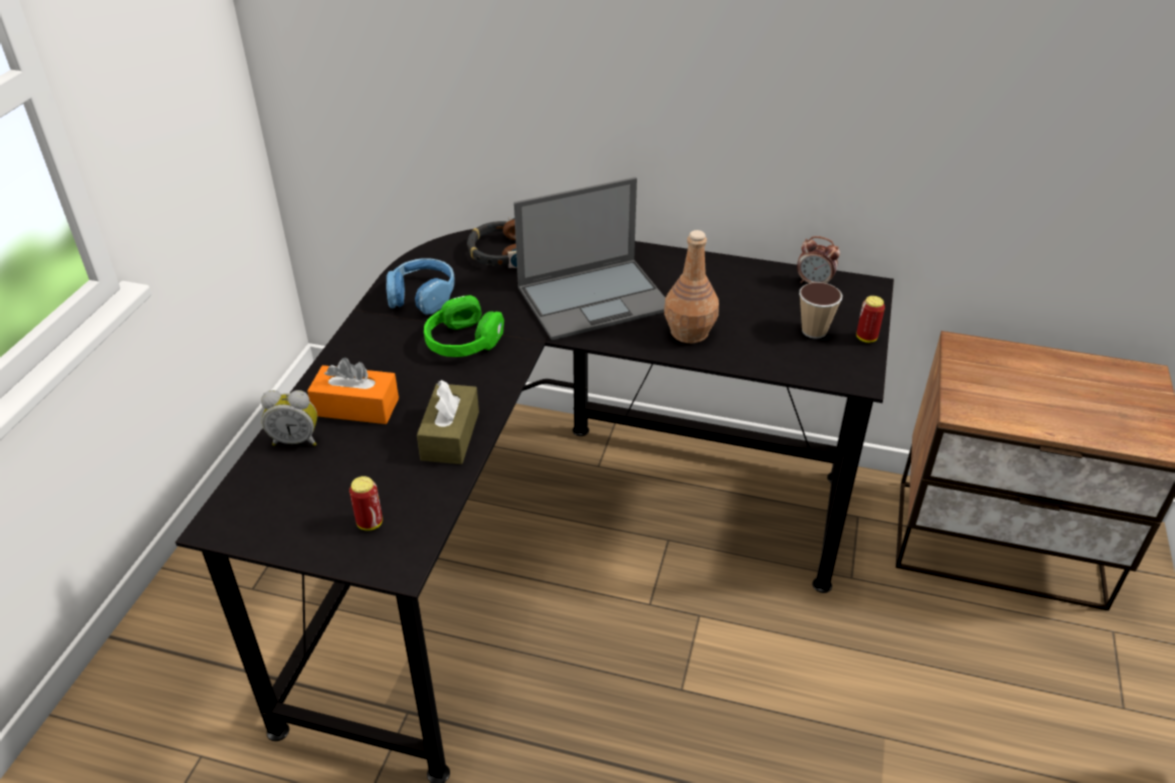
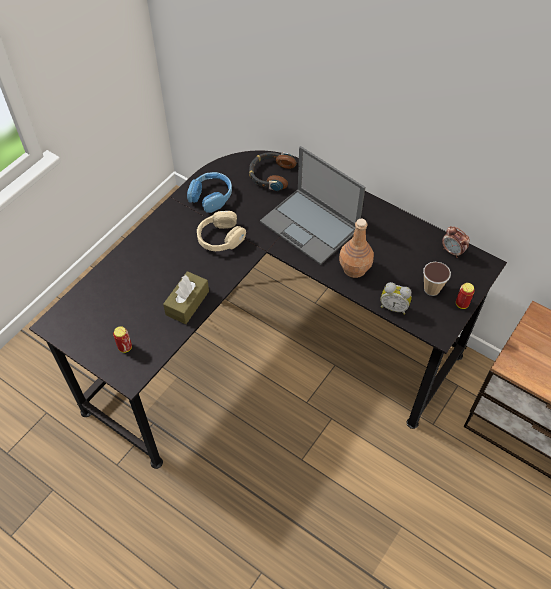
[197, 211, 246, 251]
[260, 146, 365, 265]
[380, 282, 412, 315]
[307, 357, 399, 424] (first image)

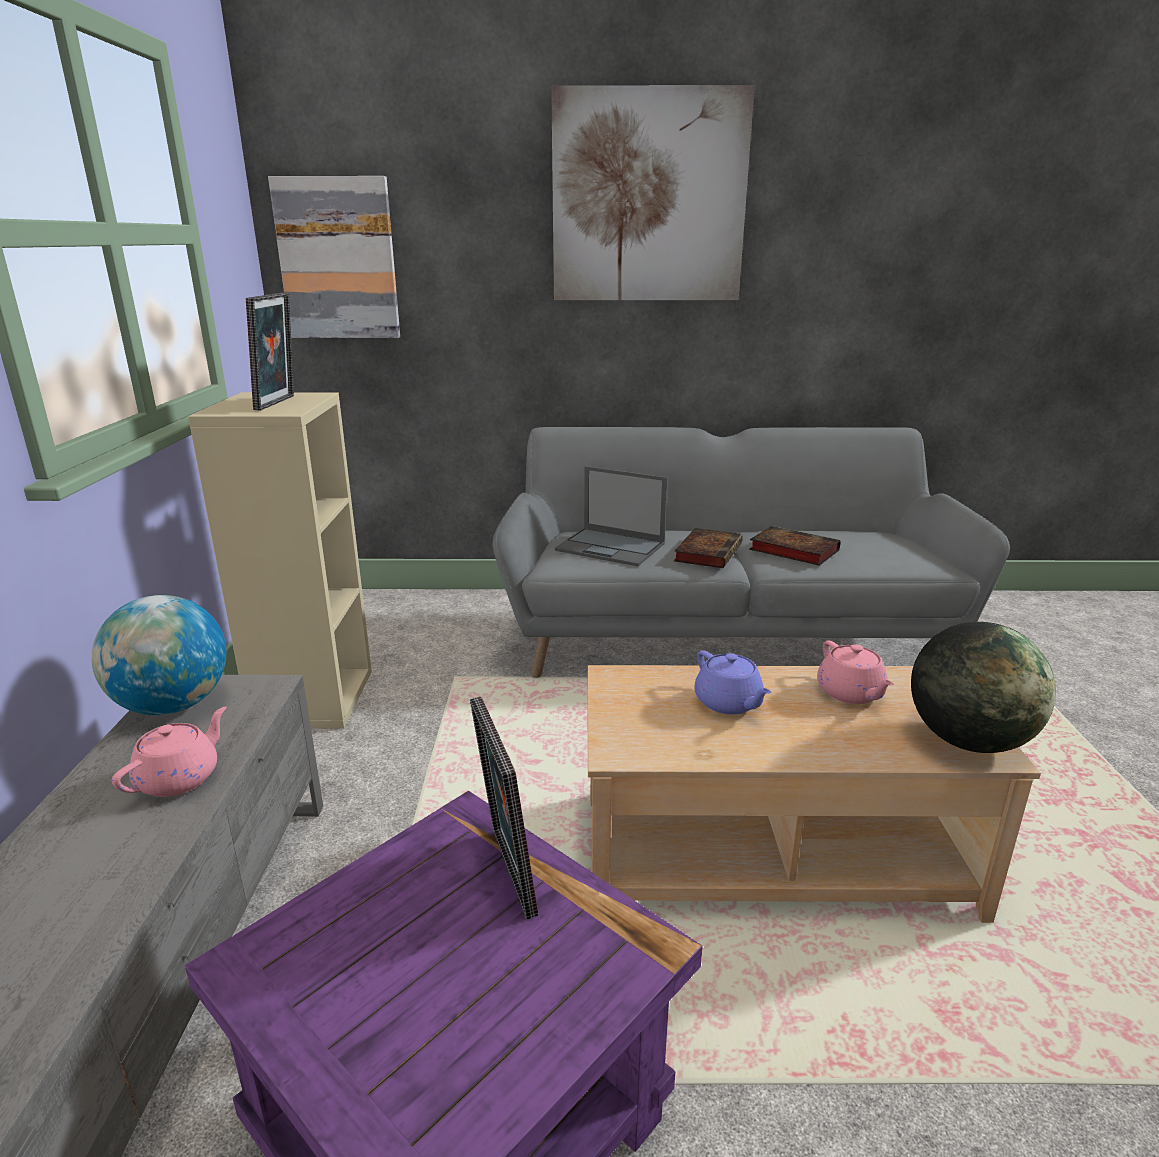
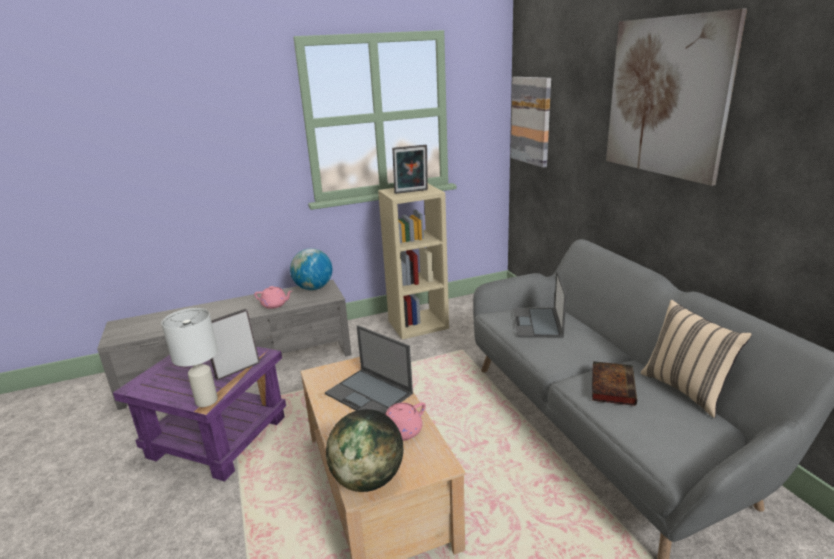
[161, 308, 218, 407]
[325, 325, 413, 414]
[641, 300, 752, 418]
[674, 528, 743, 568] (first image)

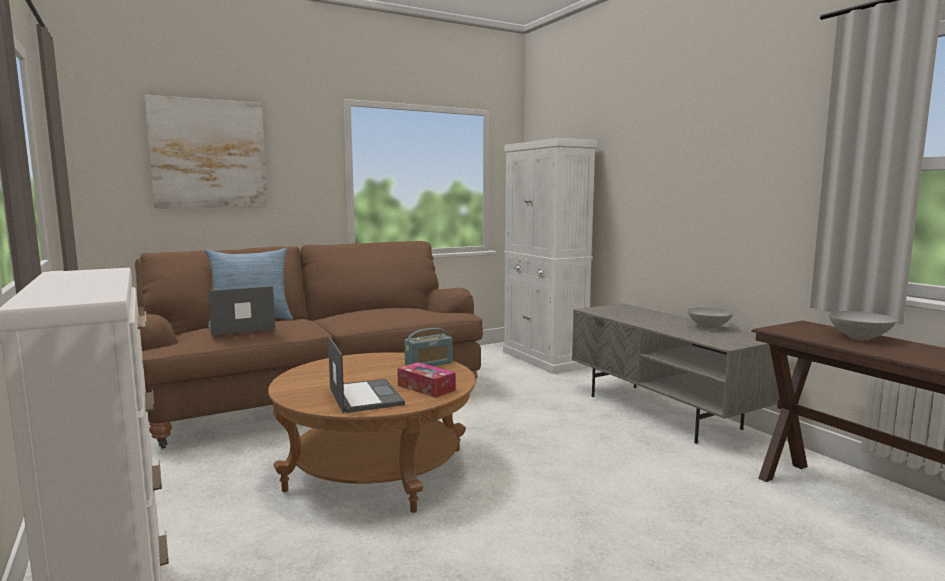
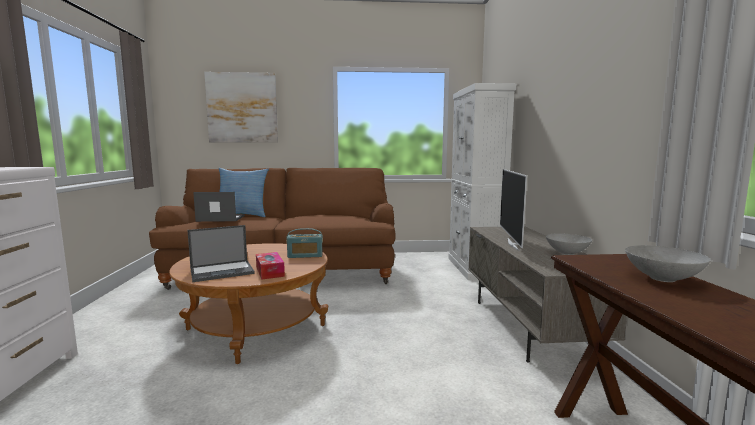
[187, 225, 255, 282]
[500, 169, 527, 251]

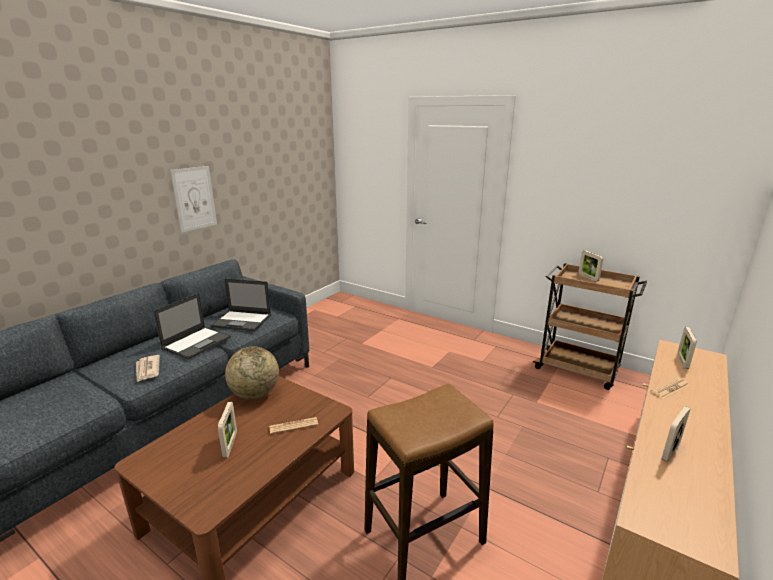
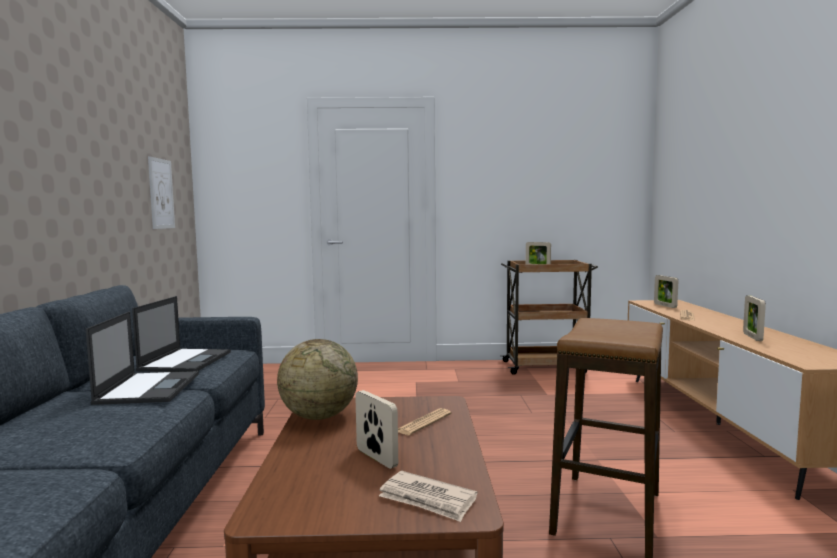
[132, 296, 231, 372]
[148, 156, 175, 229]
[379, 471, 477, 522]

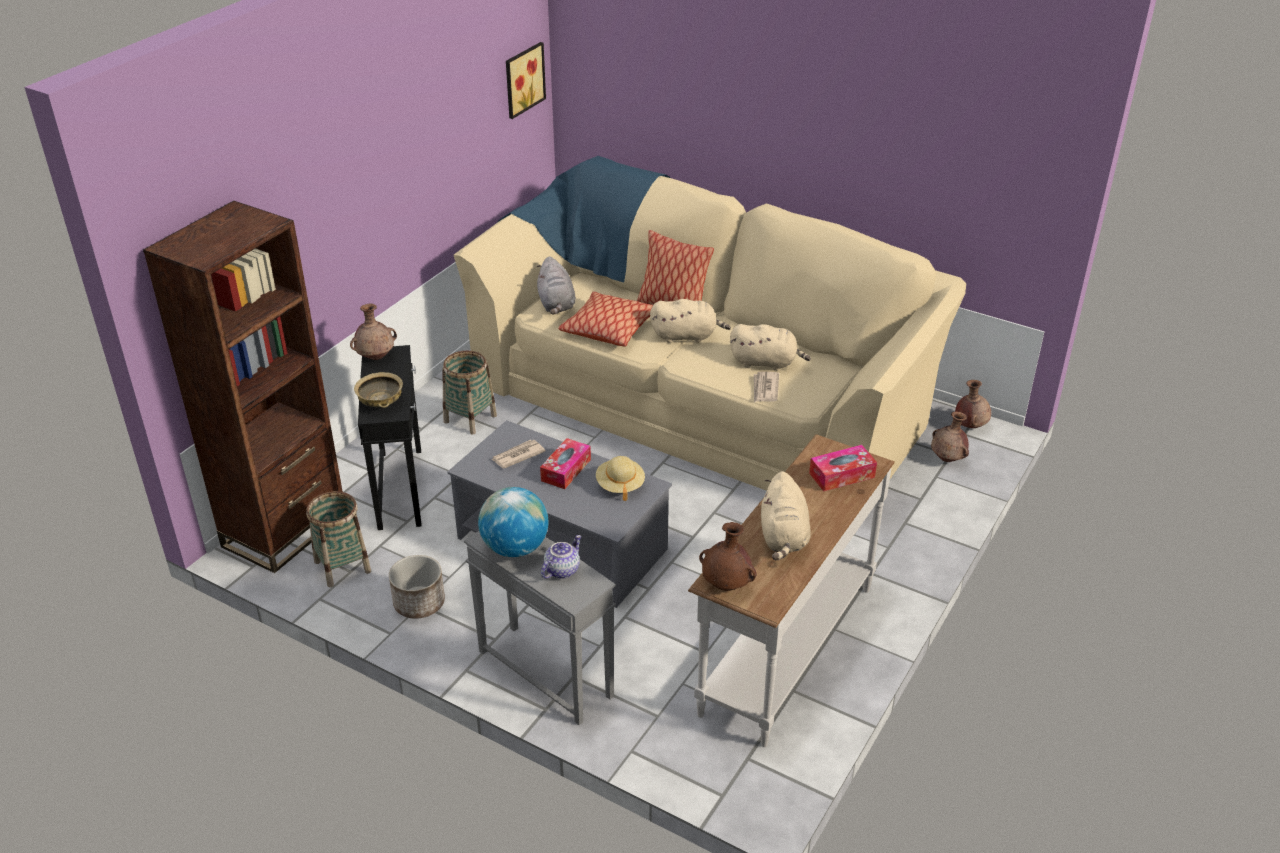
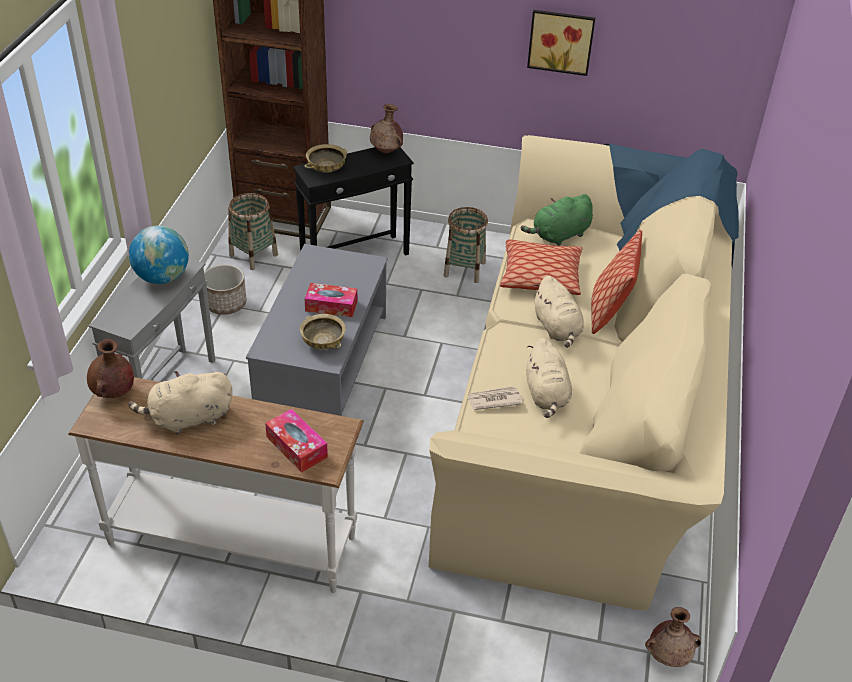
[300, 314, 346, 349]
[521, 194, 593, 246]
[527, 10, 595, 76]
[491, 440, 546, 469] (first image)
[541, 535, 581, 578] (first image)
[931, 411, 969, 462] (first image)

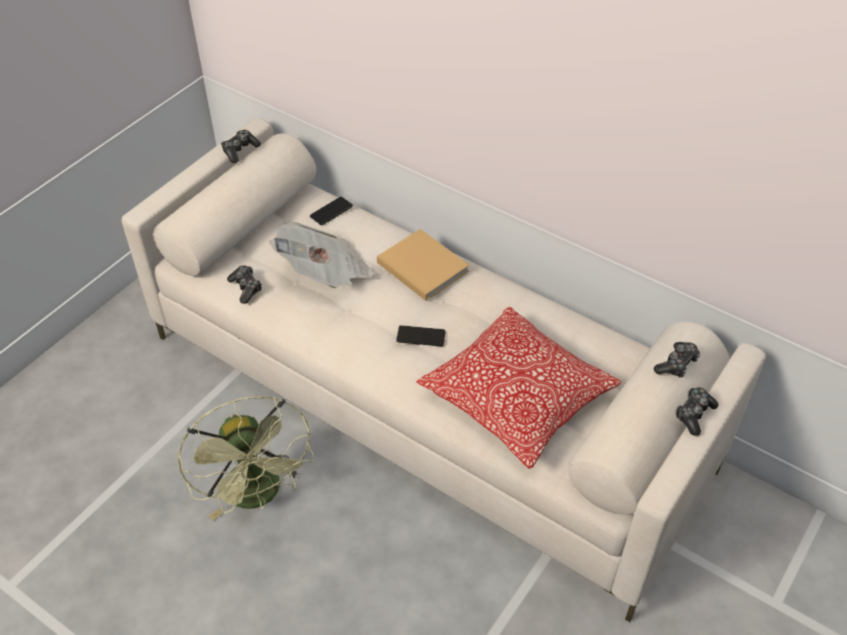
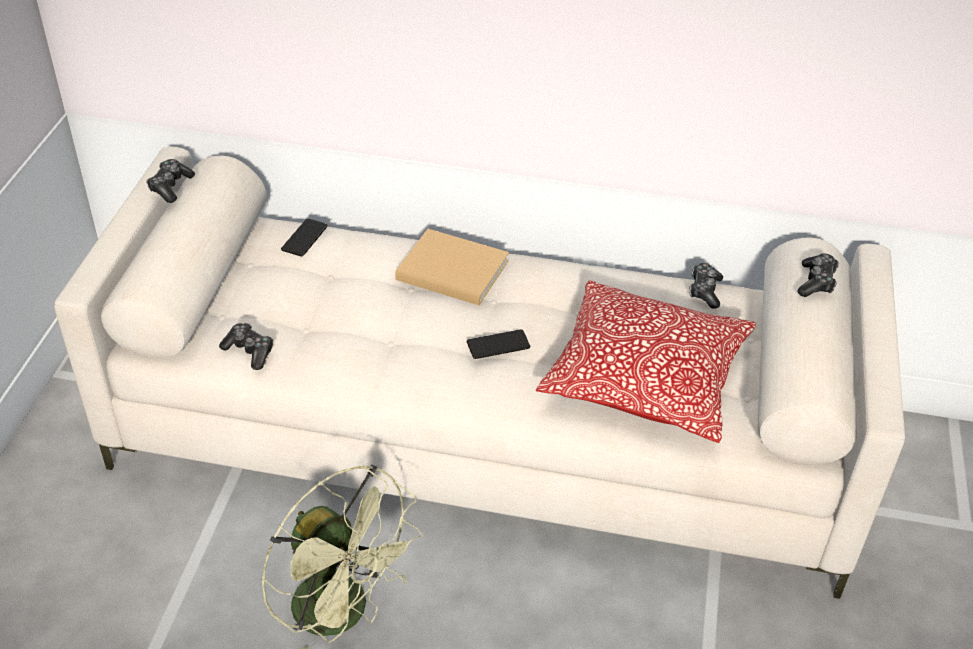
[689, 263, 723, 309]
[269, 222, 375, 288] (first image)

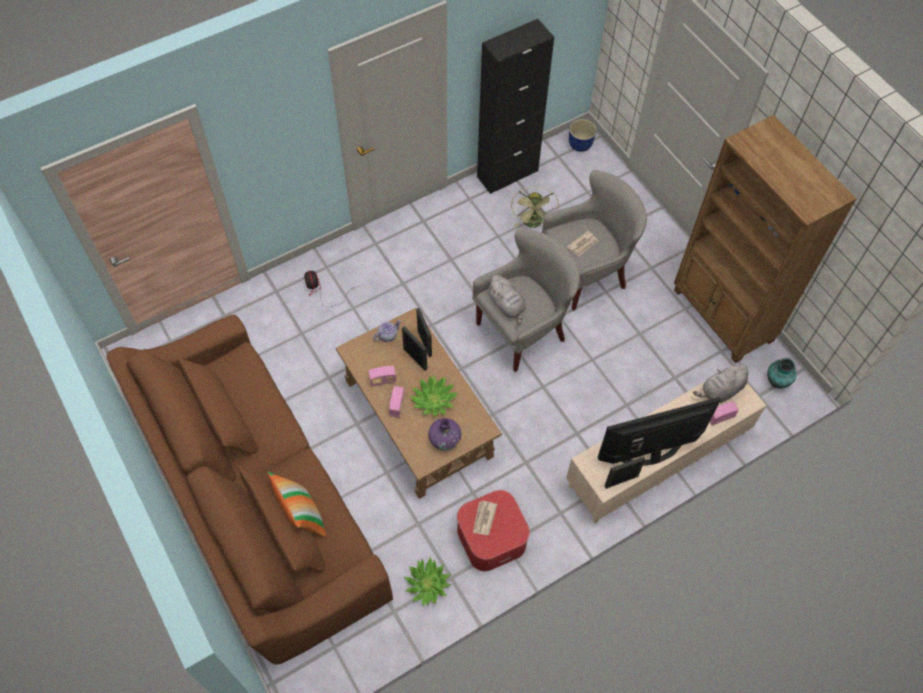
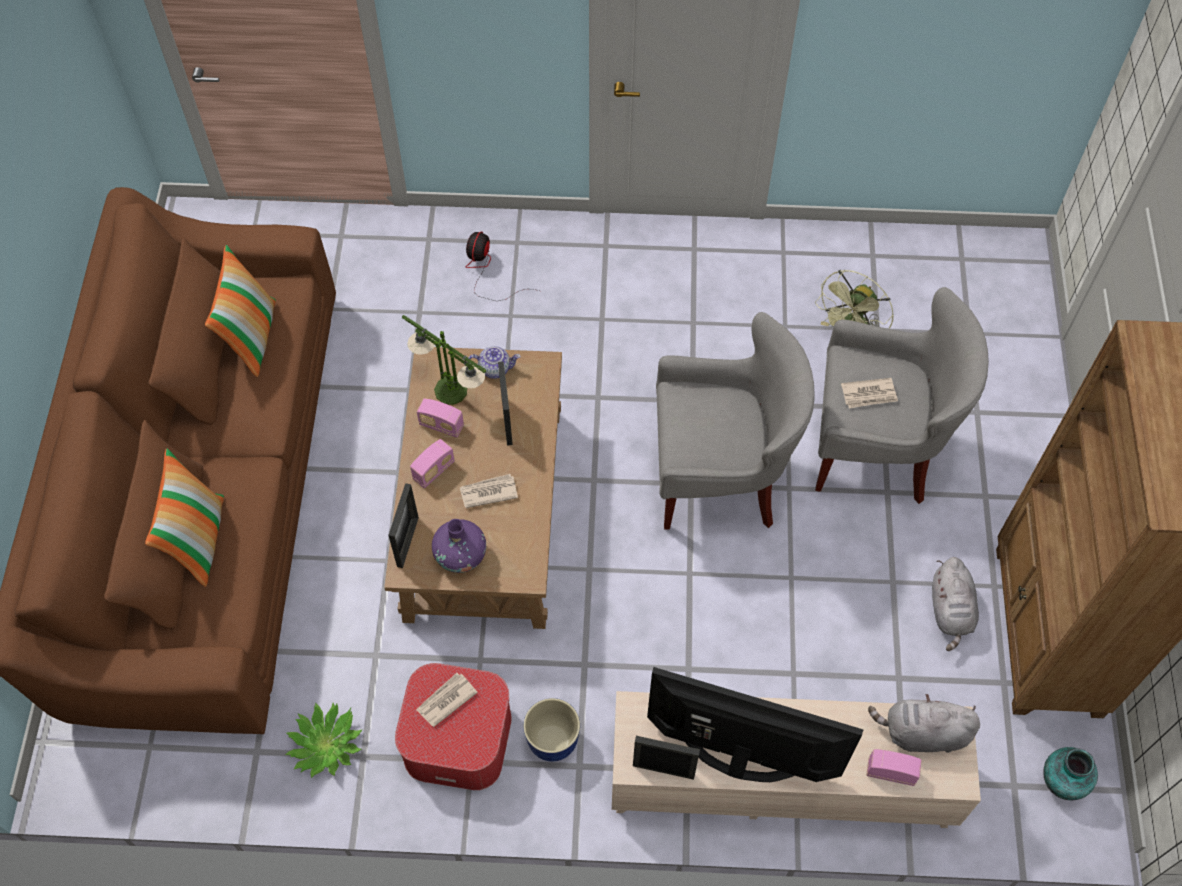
[205, 245, 276, 377]
[388, 483, 419, 568]
[402, 315, 486, 405]
[460, 474, 518, 508]
[523, 698, 580, 761]
[932, 557, 979, 651]
[477, 19, 554, 194] (first image)

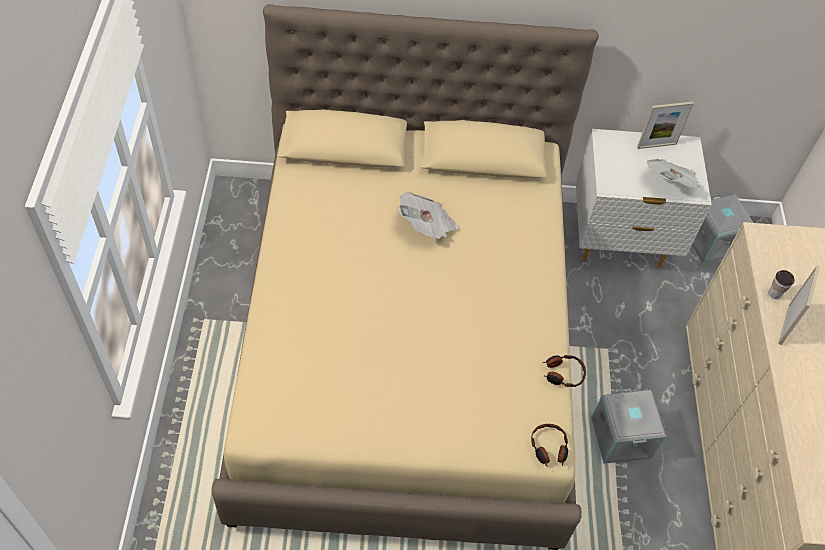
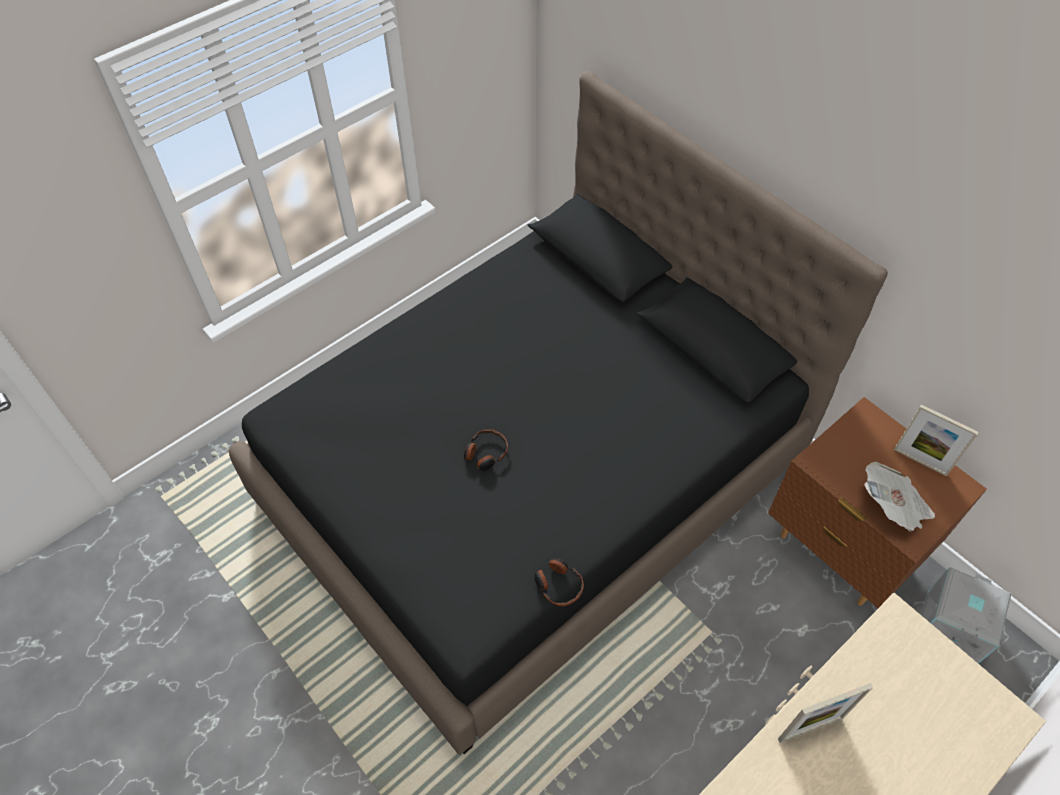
[228, 71, 888, 755]
[463, 429, 508, 471]
[768, 397, 987, 608]
[397, 192, 460, 240] (first image)
[591, 388, 666, 464] (first image)
[768, 270, 795, 299] (first image)

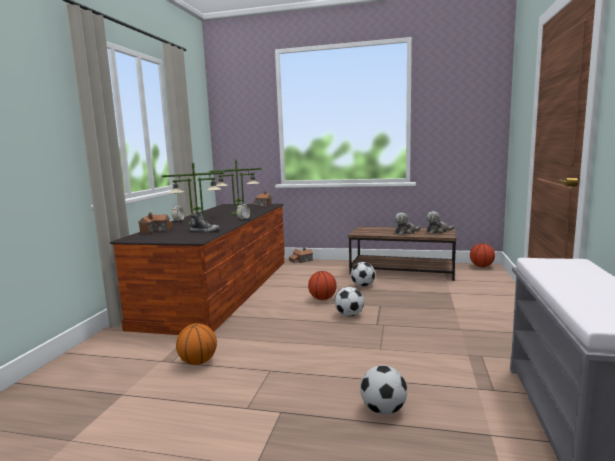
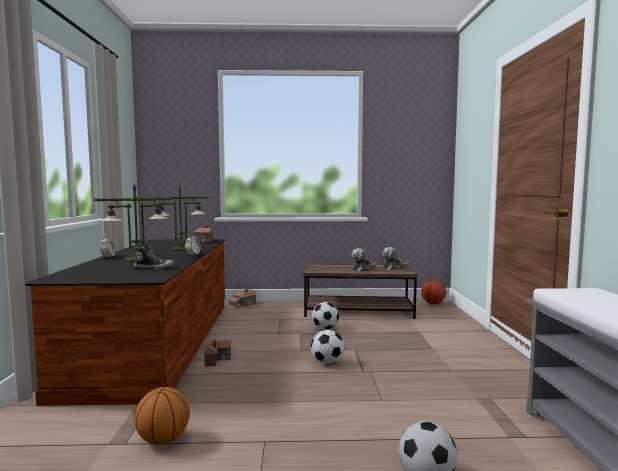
[204, 339, 231, 367]
[308, 271, 337, 300] (first image)

